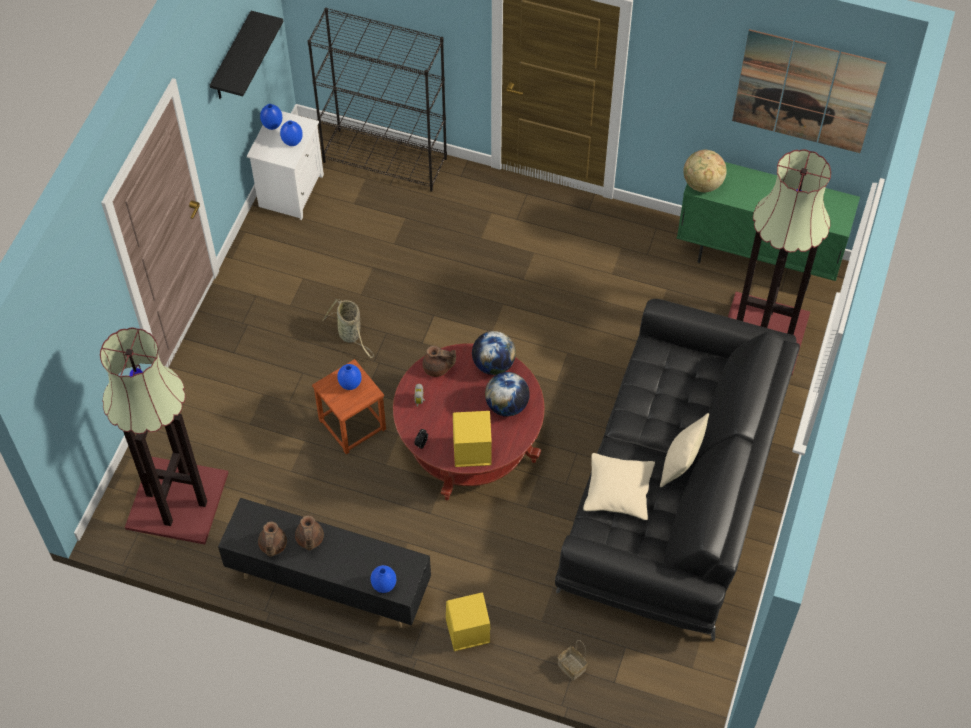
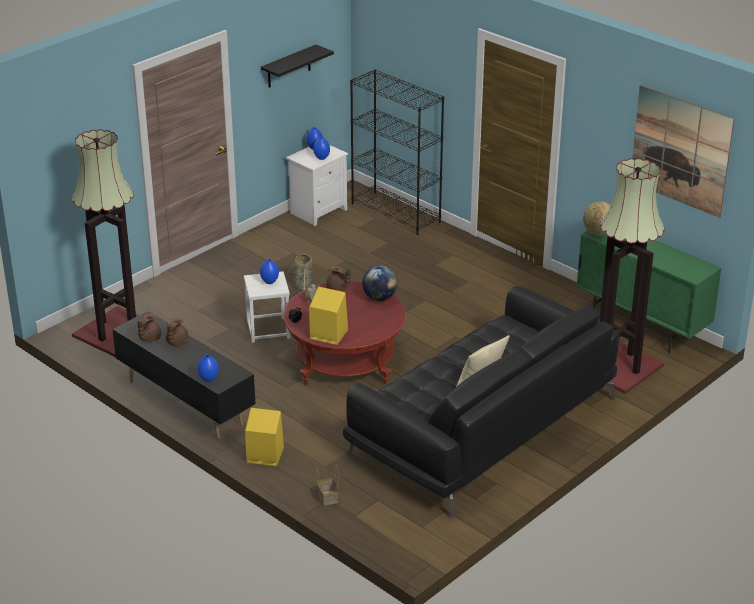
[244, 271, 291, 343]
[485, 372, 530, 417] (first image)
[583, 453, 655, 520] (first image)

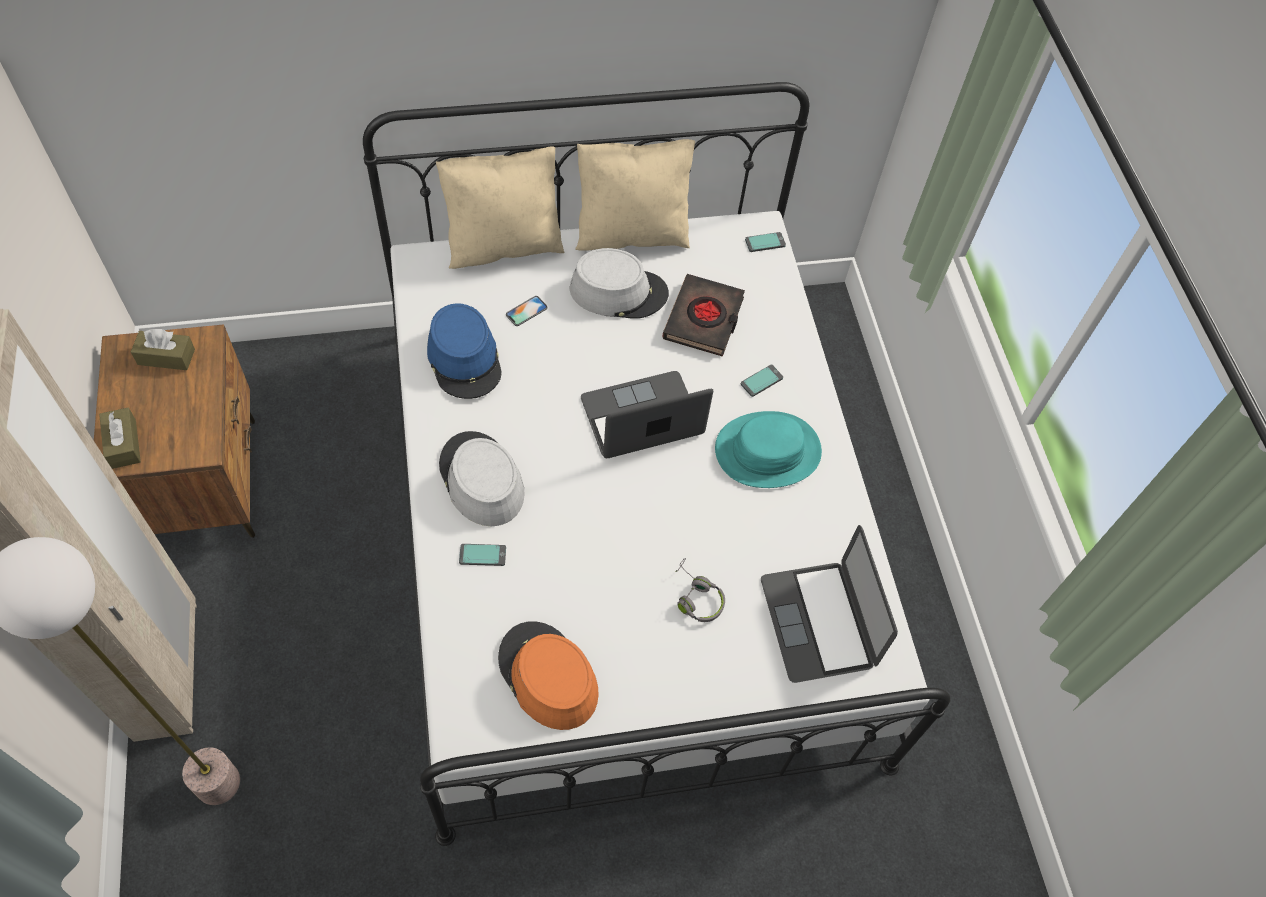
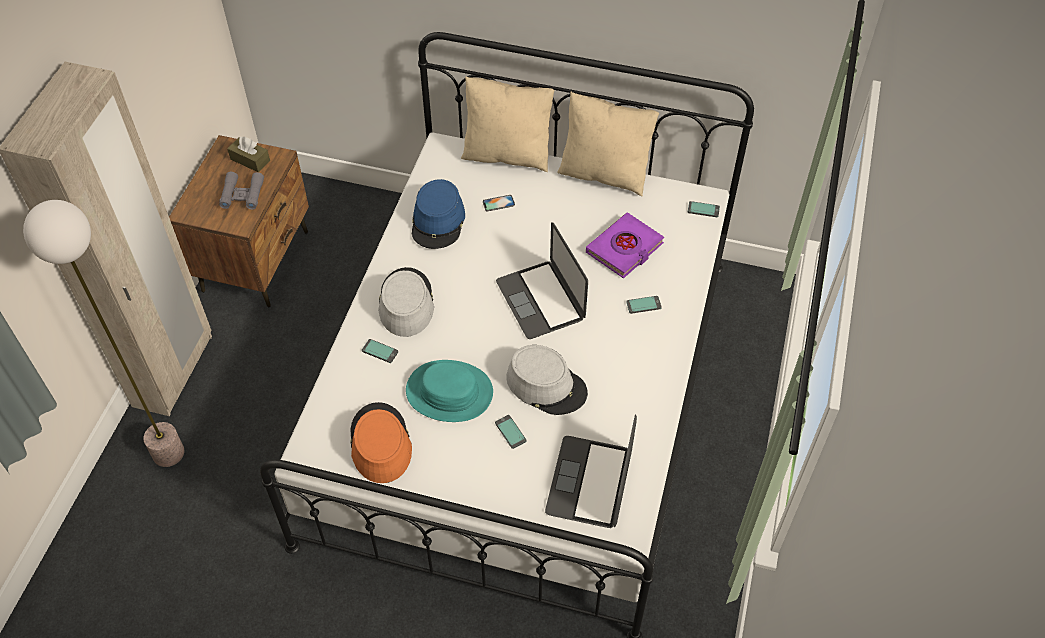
[219, 172, 264, 210]
[406, 360, 493, 422]
[495, 415, 526, 449]
[496, 222, 588, 339]
[506, 345, 588, 415]
[586, 212, 664, 279]
[99, 408, 141, 469] (first image)

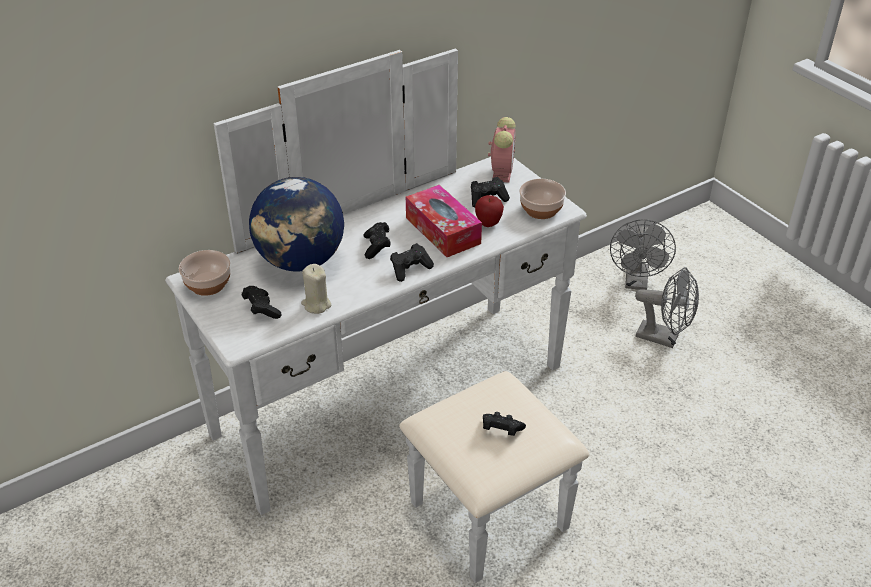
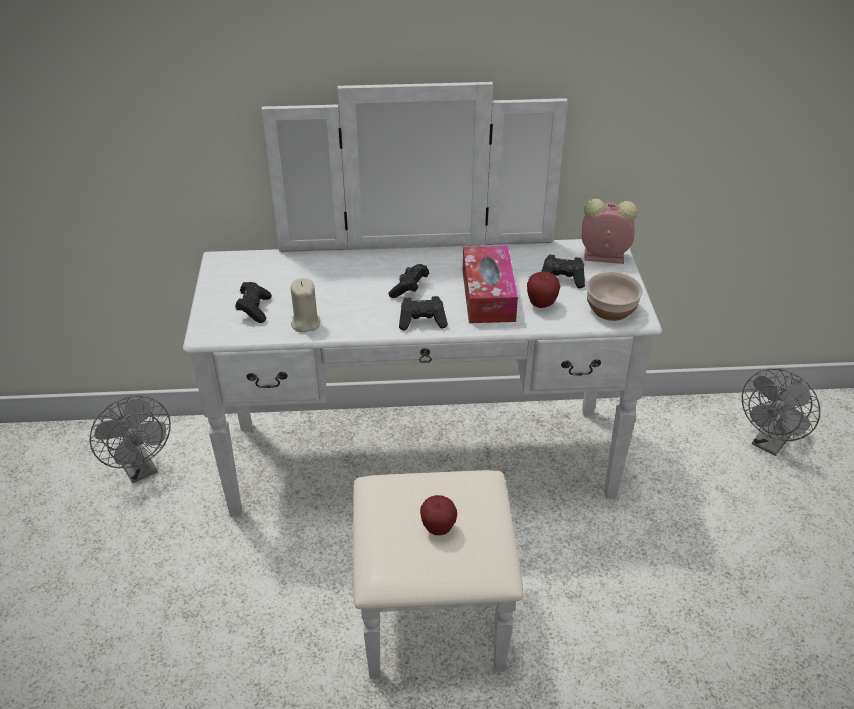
[90, 396, 171, 483]
[420, 495, 457, 535]
[582, 199, 638, 264]
[179, 250, 230, 296] (first image)
[249, 177, 344, 271] (first image)

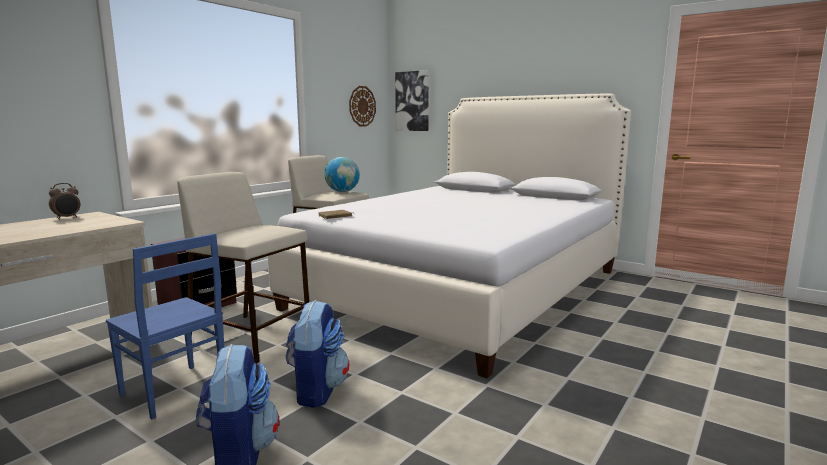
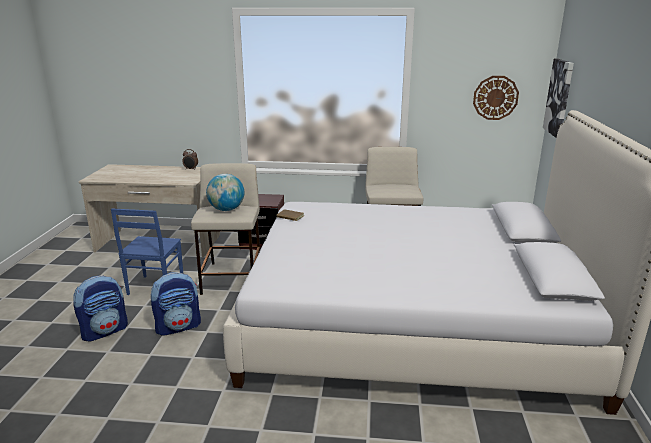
[206, 174, 244, 211]

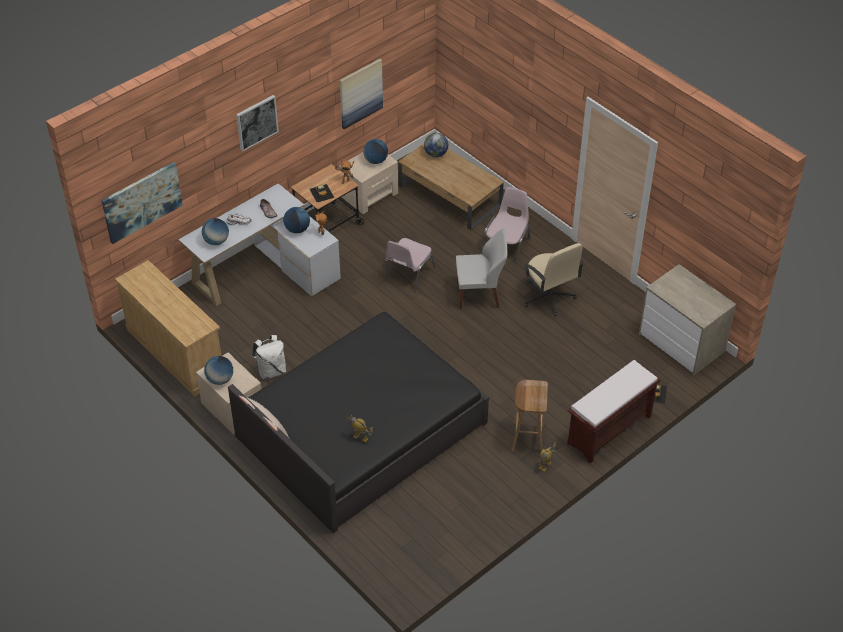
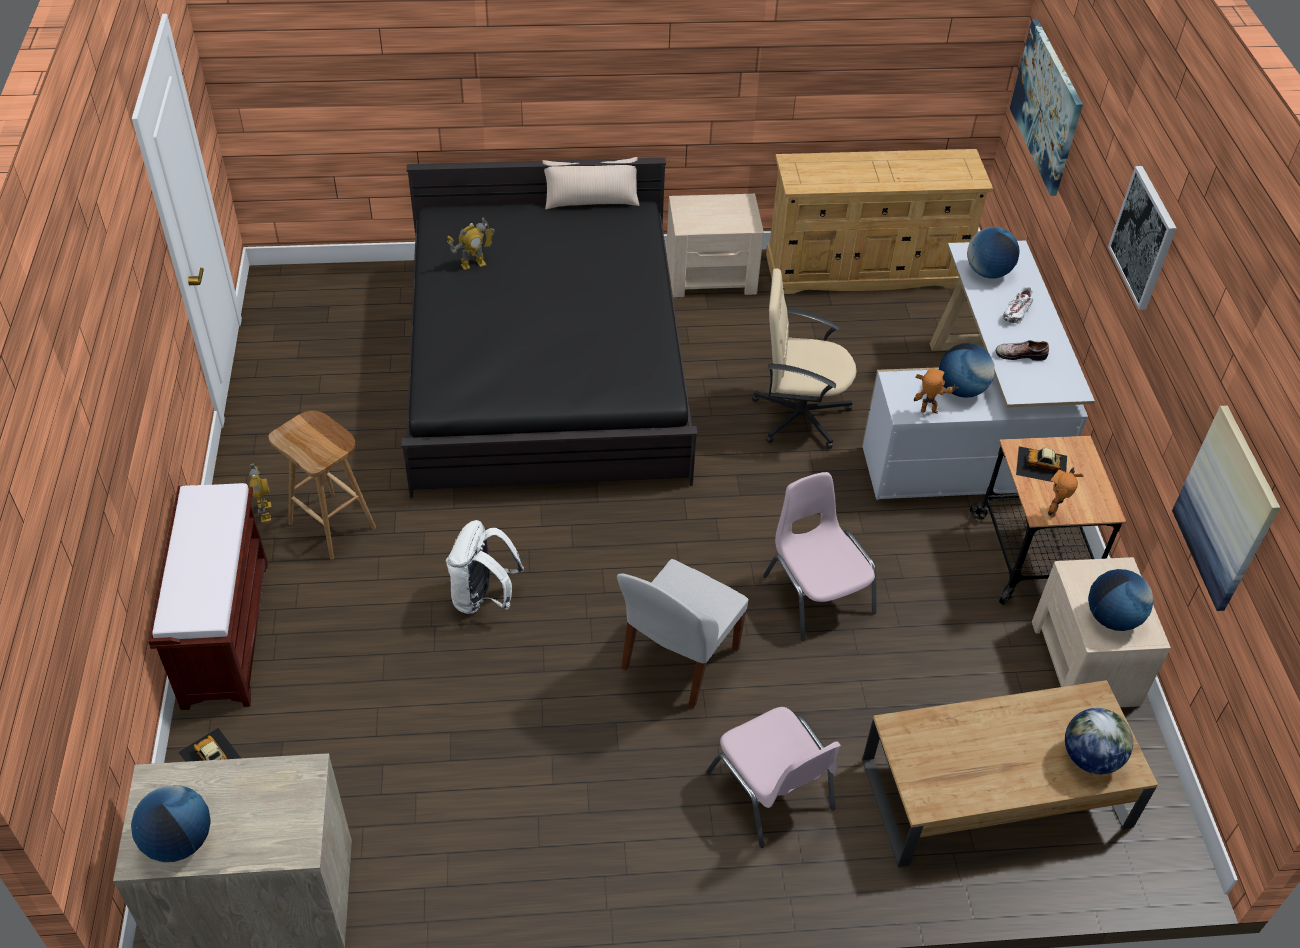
[131, 785, 211, 862]
[446, 520, 524, 615]
[752, 269, 857, 449]

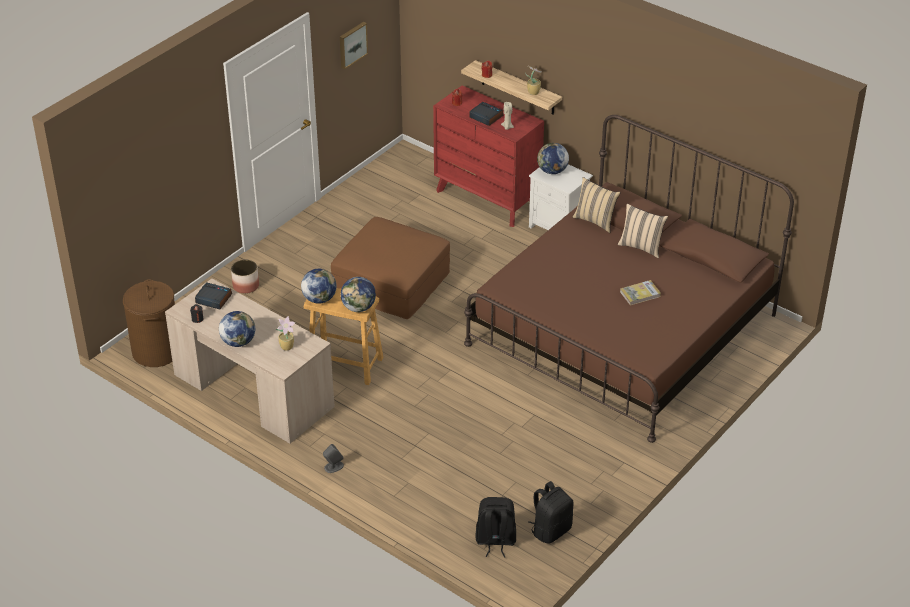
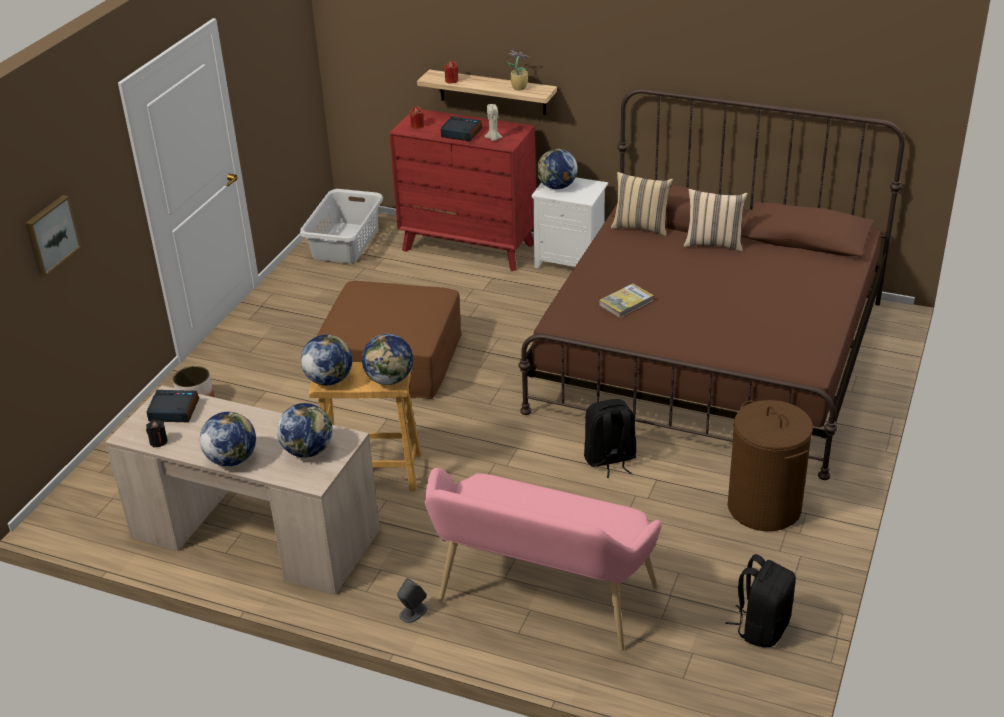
[25, 195, 81, 276]
[277, 403, 333, 458]
[300, 189, 383, 263]
[425, 468, 662, 651]
[584, 399, 636, 478]
[599, 283, 654, 318]
[728, 400, 813, 531]

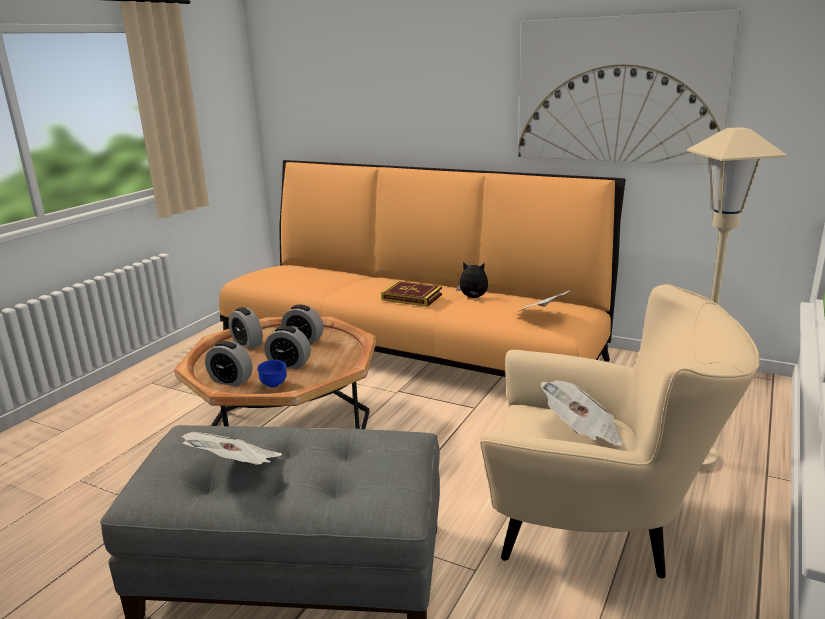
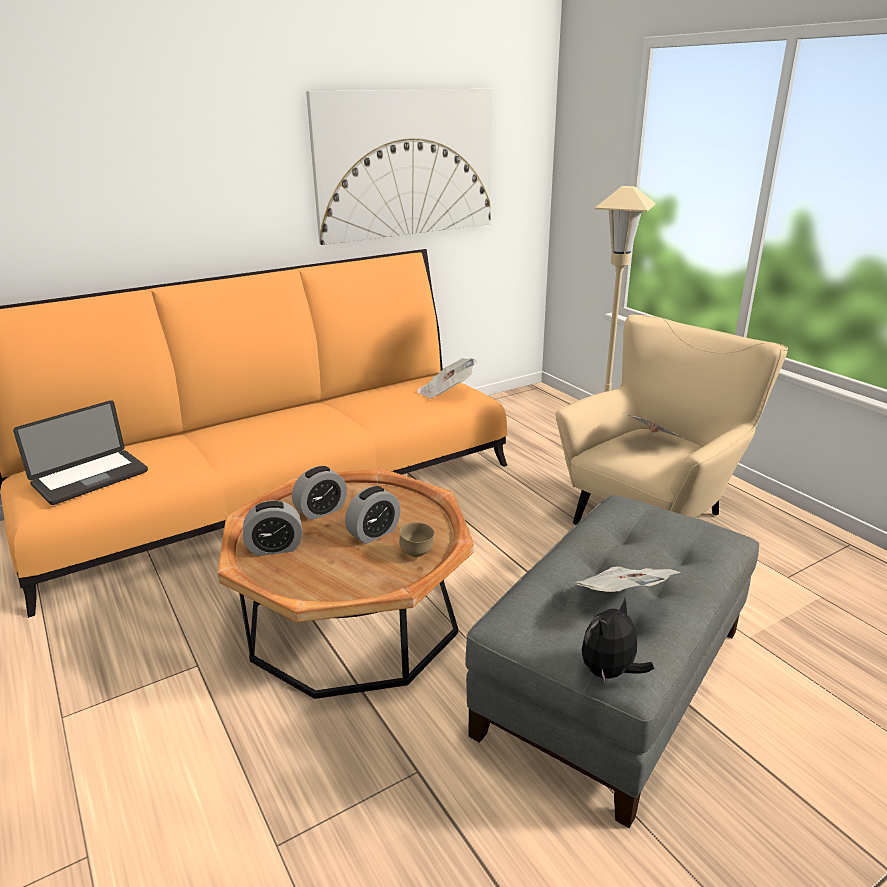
[13, 400, 148, 505]
[399, 522, 434, 557]
[582, 598, 654, 684]
[205, 341, 253, 387] (first image)
[381, 281, 442, 307] (first image)

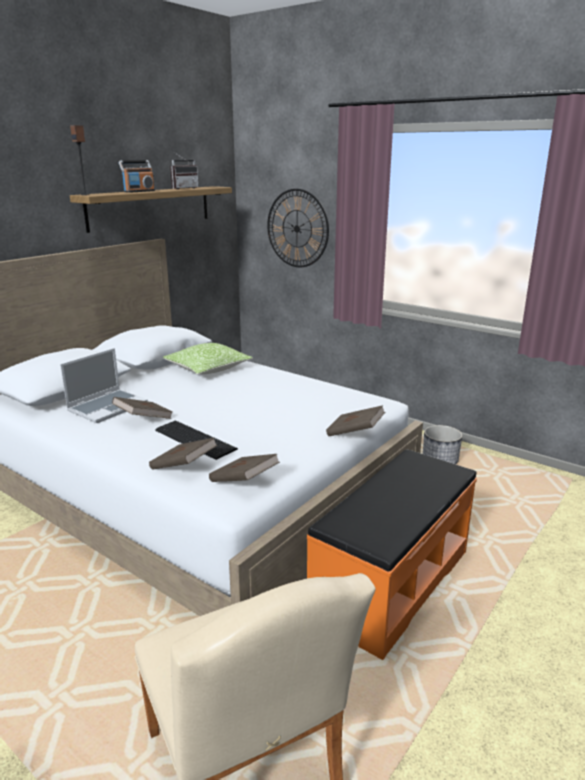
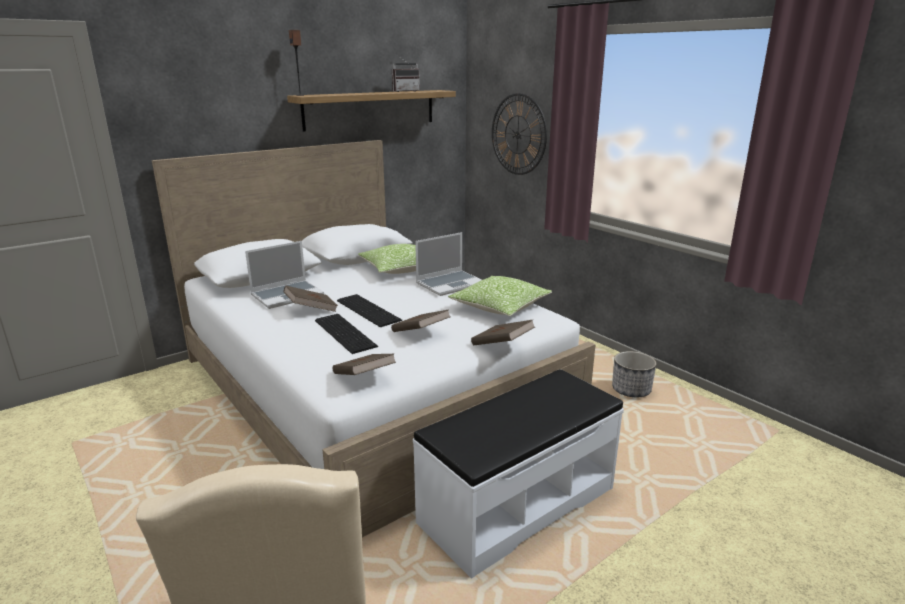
[337, 294, 402, 327]
[391, 310, 451, 332]
[413, 369, 624, 579]
[415, 232, 482, 296]
[448, 276, 552, 316]
[118, 160, 155, 193] (first image)

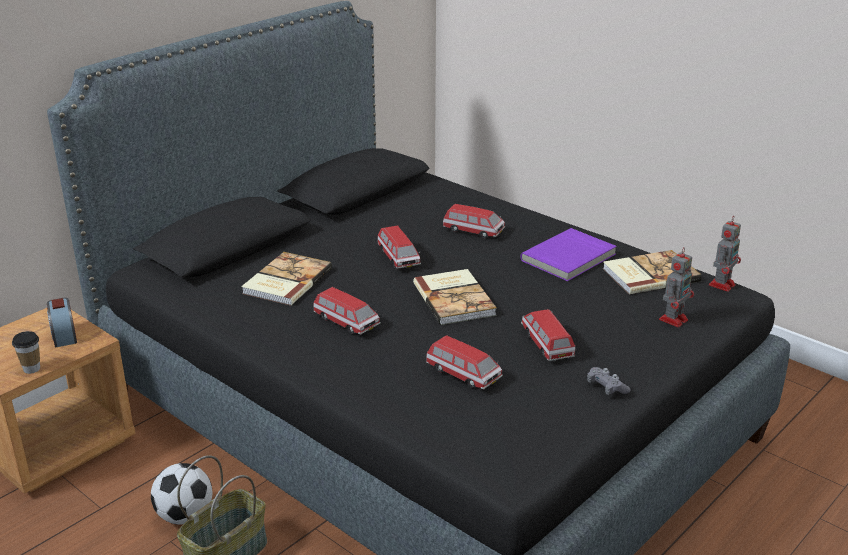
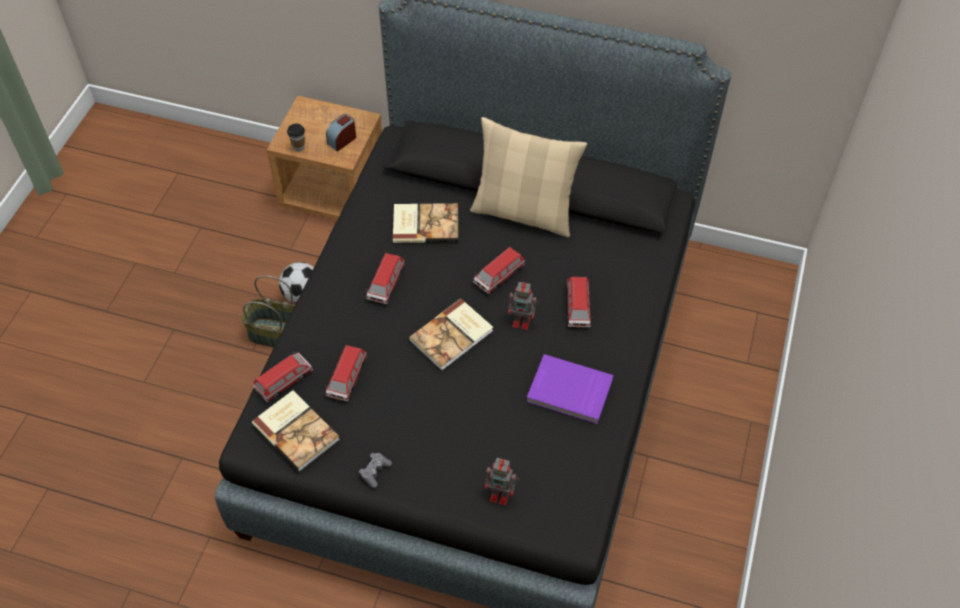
[252, 390, 340, 472]
[253, 352, 313, 402]
[470, 117, 587, 237]
[508, 282, 539, 330]

